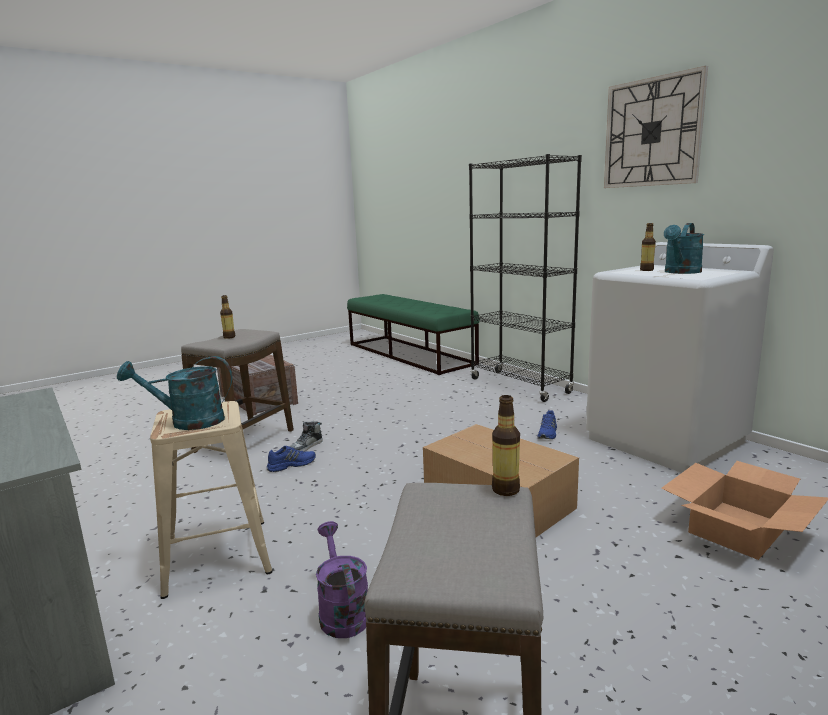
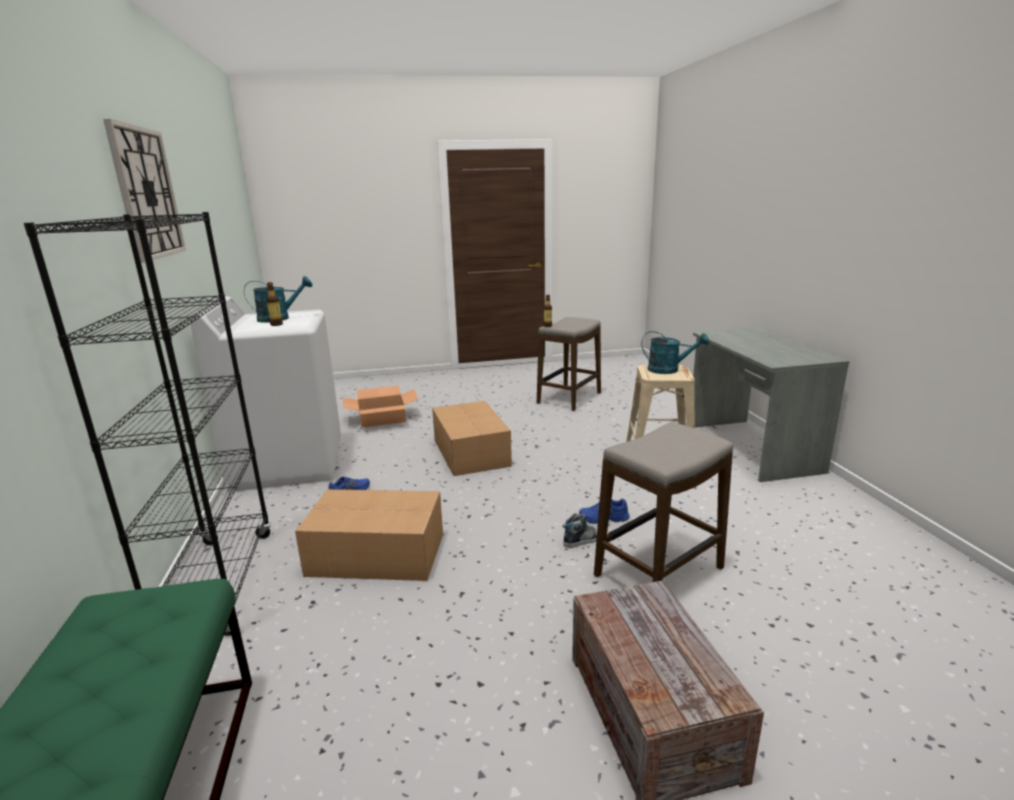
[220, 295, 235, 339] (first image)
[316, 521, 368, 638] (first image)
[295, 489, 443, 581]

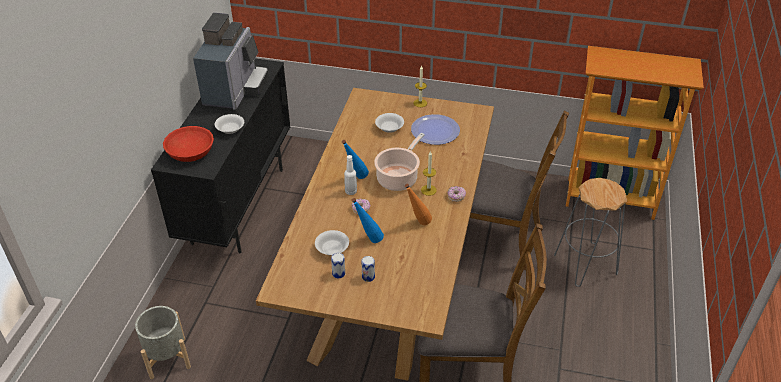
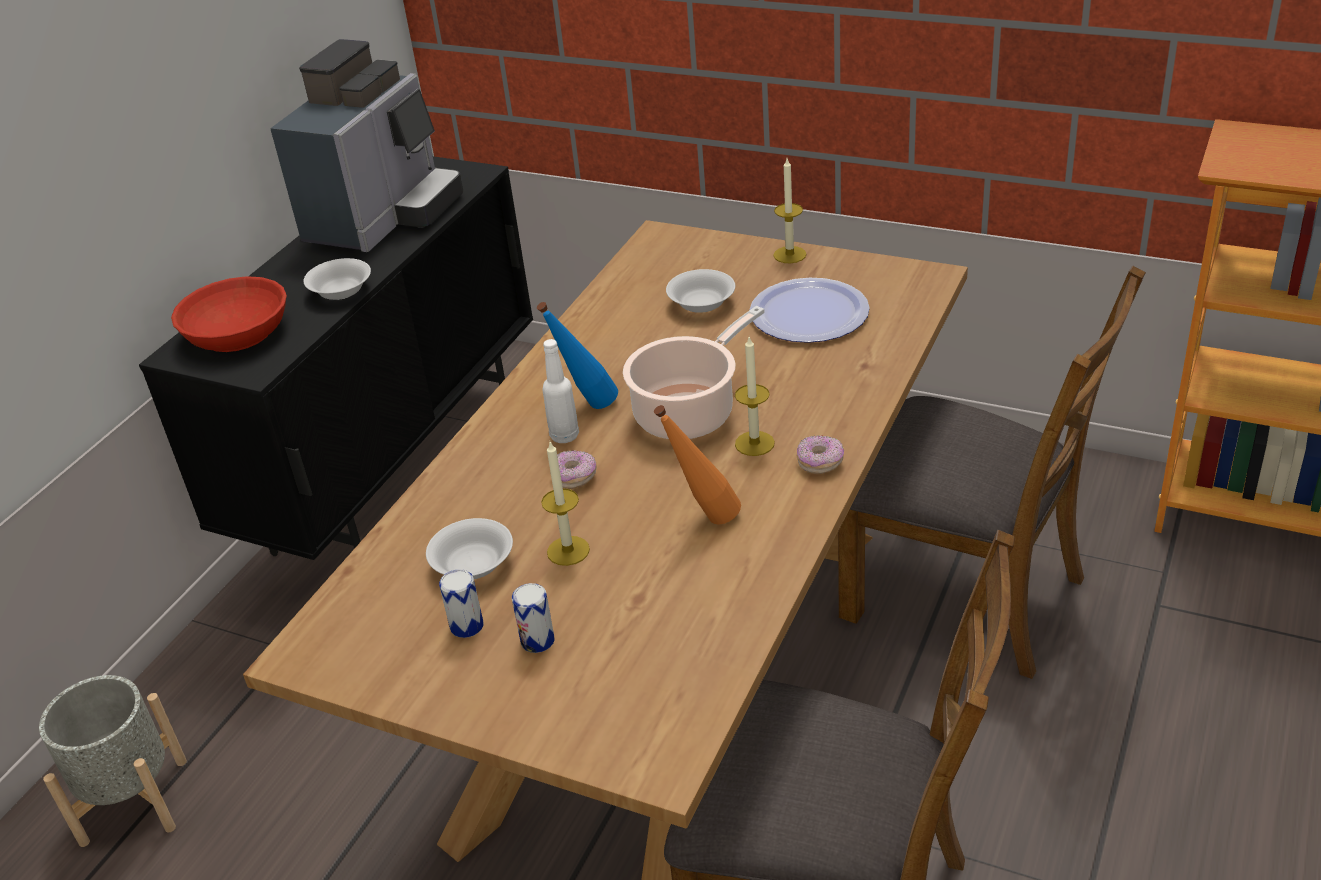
[554, 178, 627, 287] (first image)
[541, 442, 590, 566]

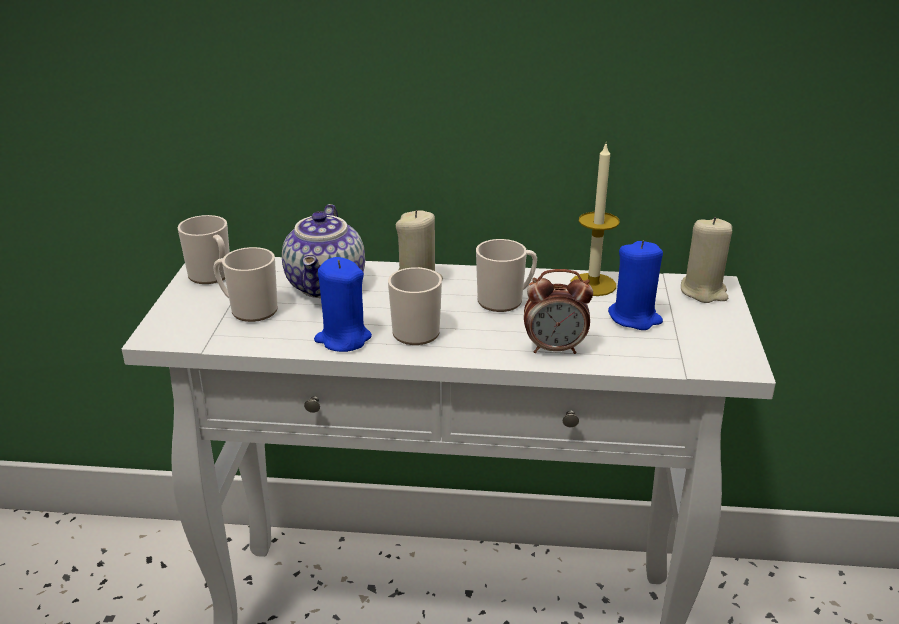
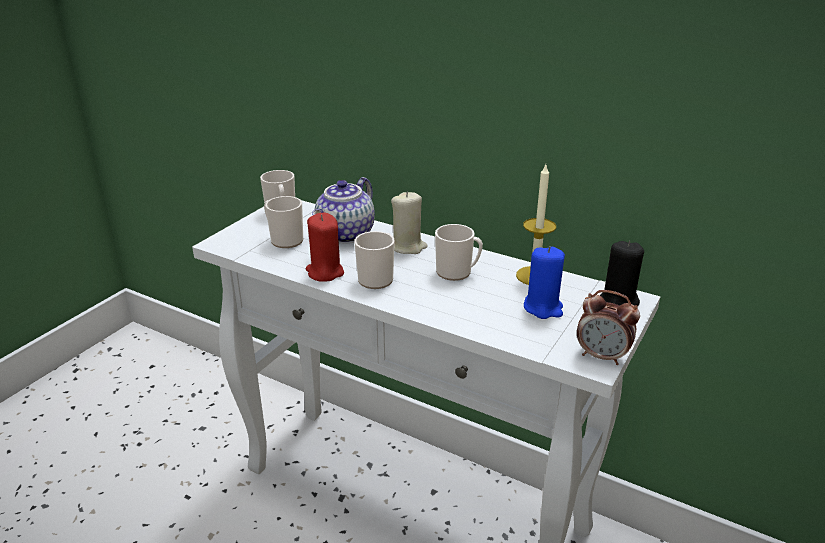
[600, 241, 644, 306]
[306, 213, 344, 282]
[577, 290, 640, 365]

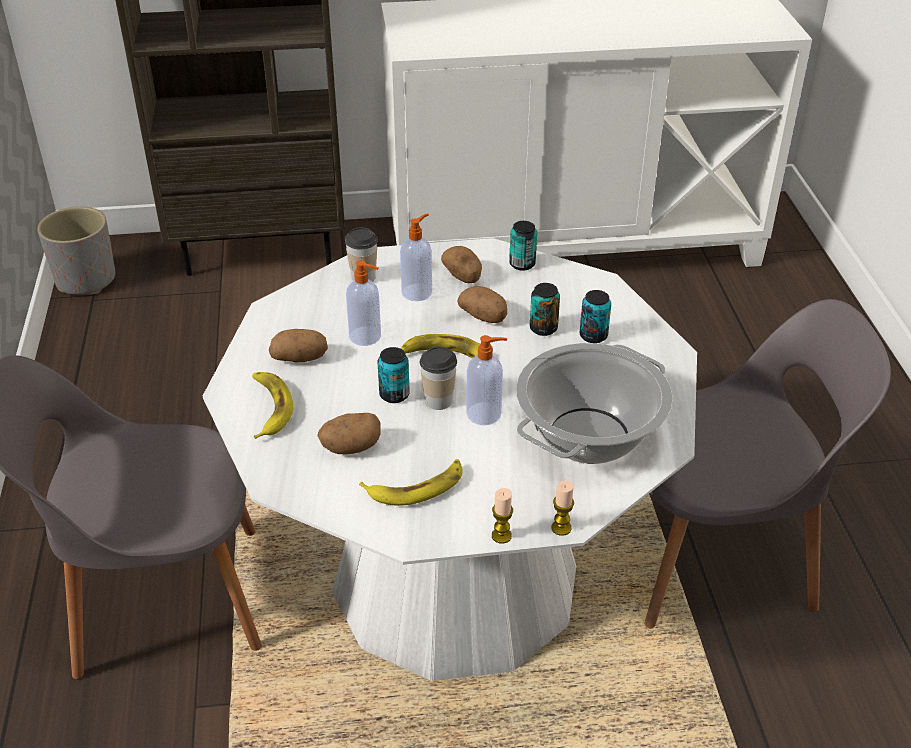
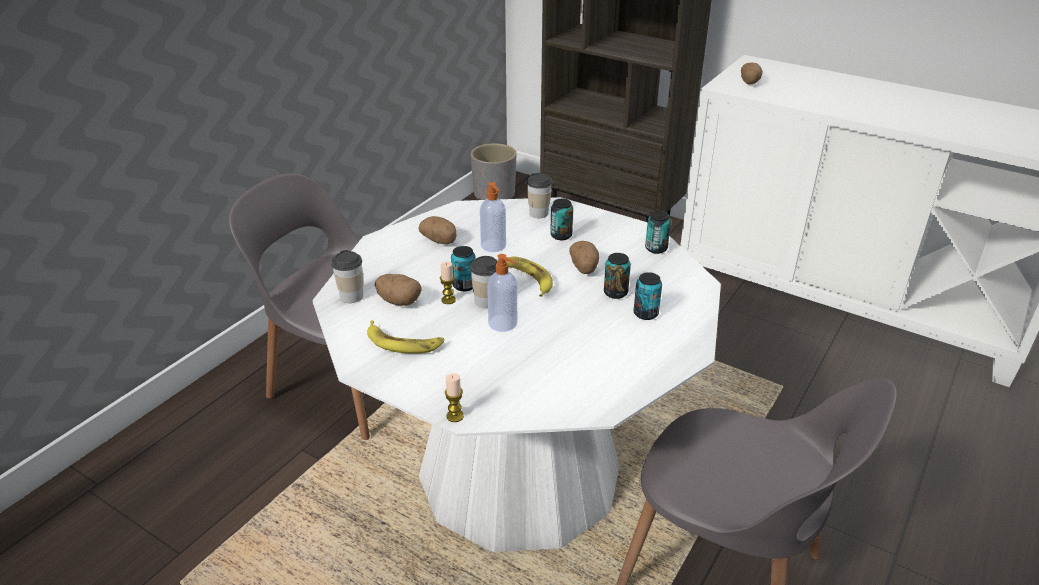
[550, 199, 573, 240]
[741, 62, 763, 85]
[516, 343, 673, 464] (first image)
[252, 372, 293, 439] (first image)
[440, 262, 456, 304]
[331, 250, 363, 303]

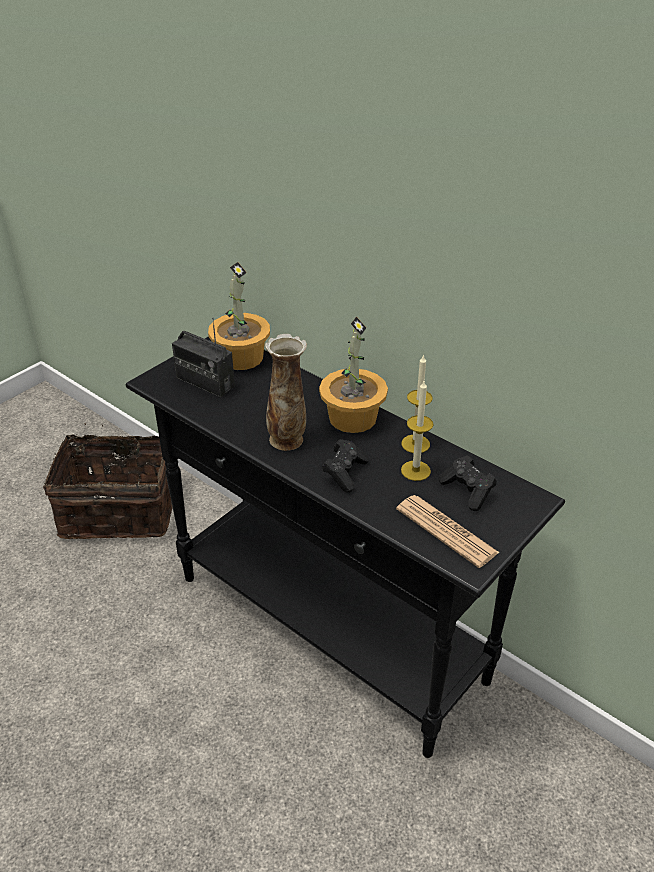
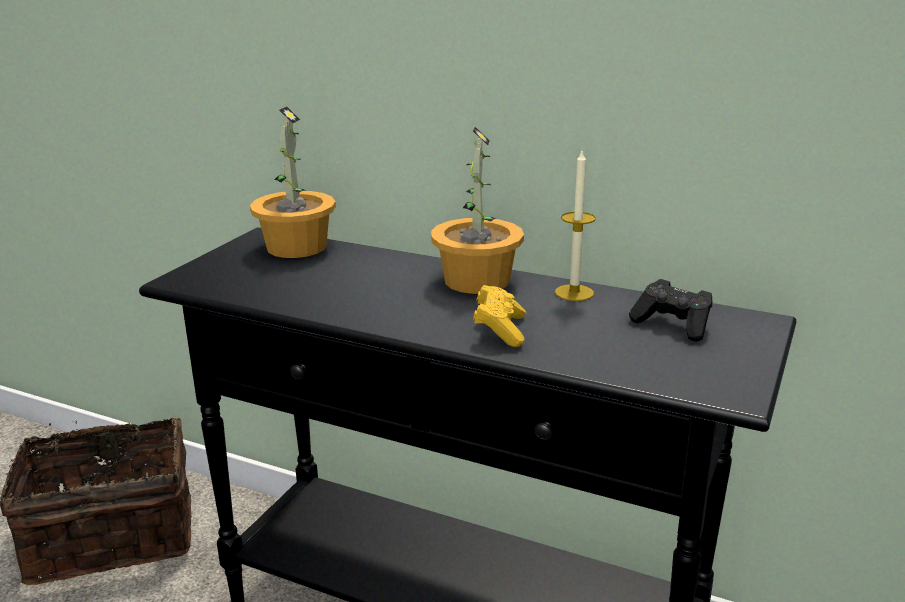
[172, 318, 235, 397] (first image)
[265, 334, 307, 451] (first image)
[401, 381, 433, 481] (first image)
[473, 285, 526, 347]
[396, 495, 500, 568] (first image)

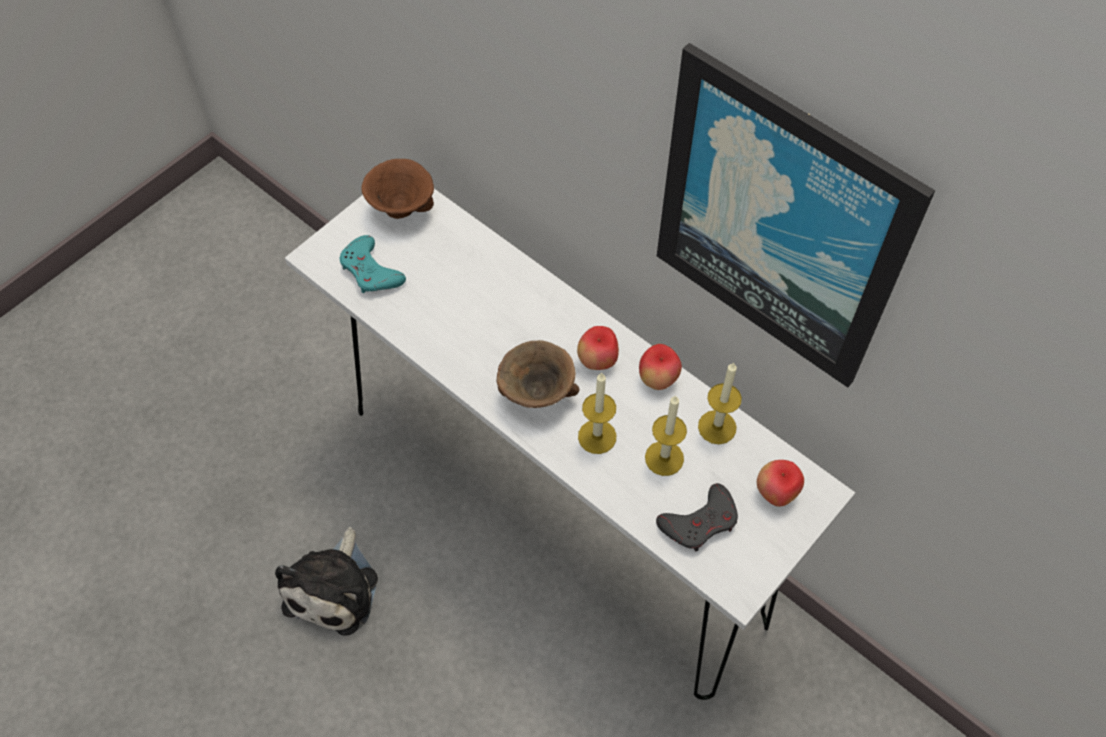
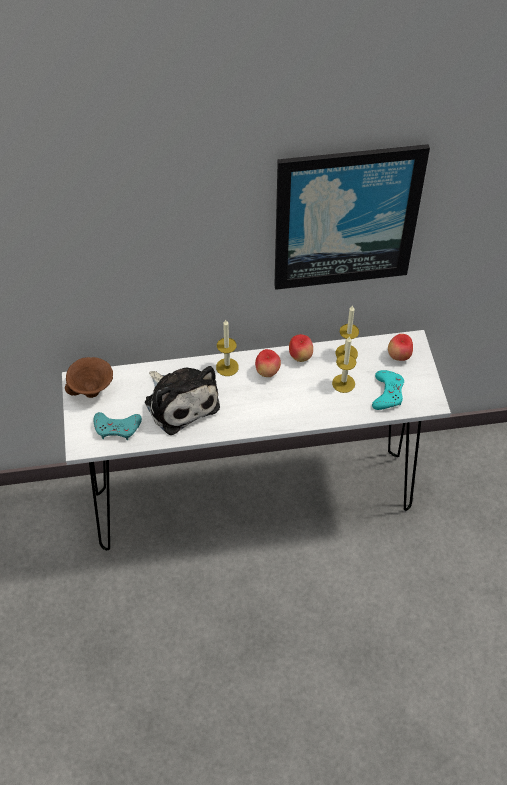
[497, 340, 580, 408] (first image)
[216, 320, 239, 376]
[372, 370, 404, 410]
[145, 366, 220, 435]

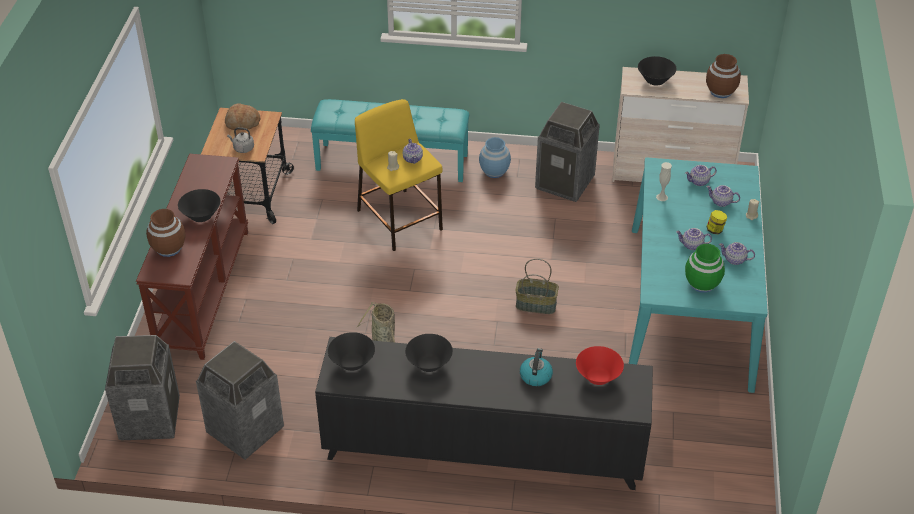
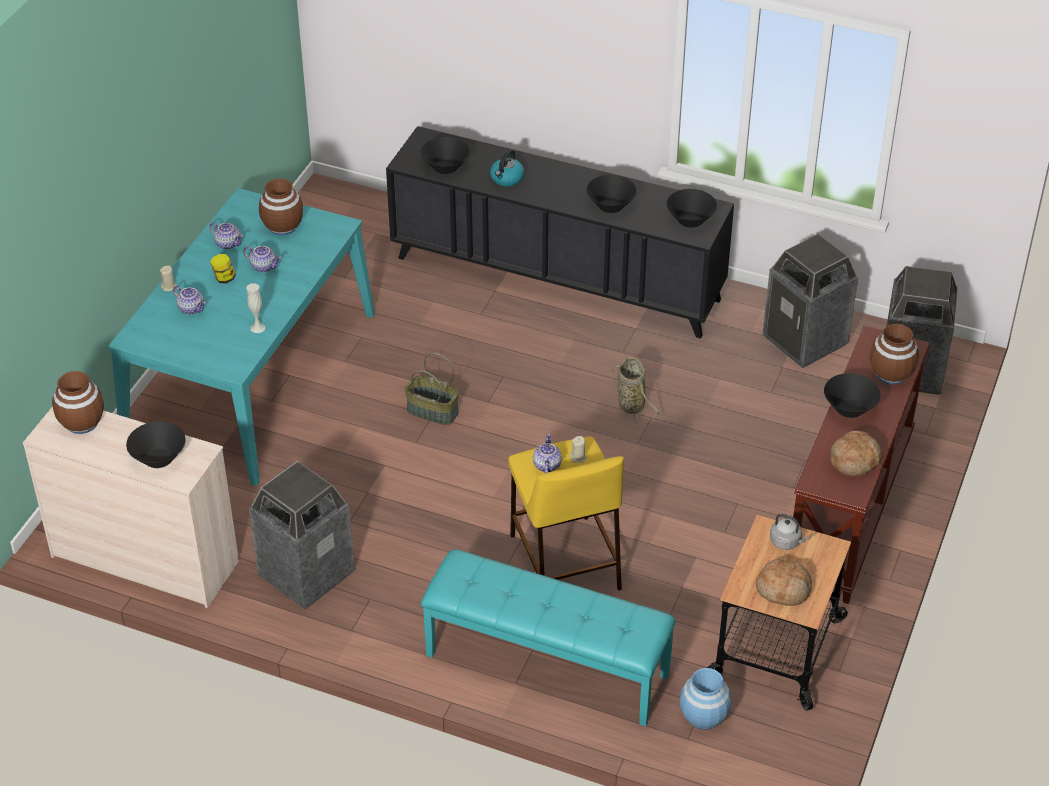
[680, 668, 731, 730]
[685, 165, 717, 186] (first image)
[259, 178, 303, 235]
[421, 137, 470, 174]
[831, 431, 882, 476]

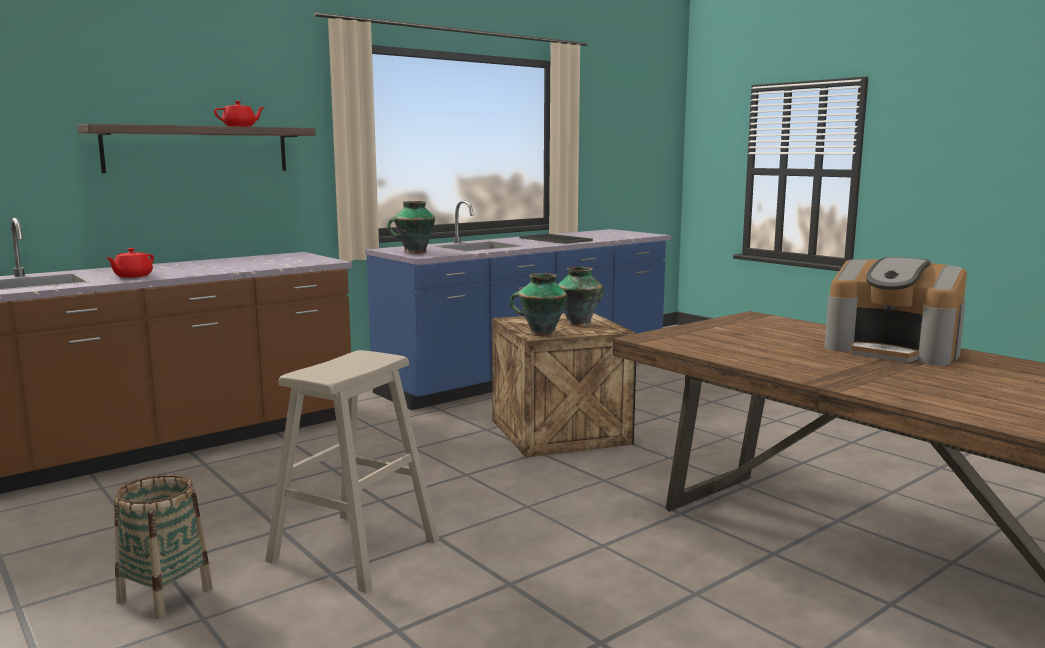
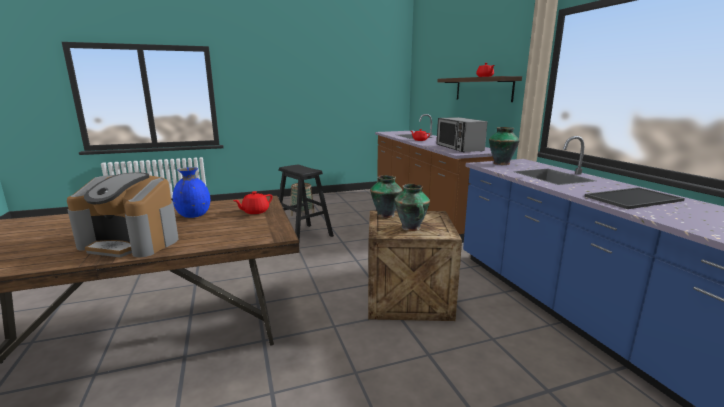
[67, 173, 178, 257]
[279, 165, 334, 240]
[437, 117, 487, 152]
[173, 167, 210, 218]
[233, 191, 273, 214]

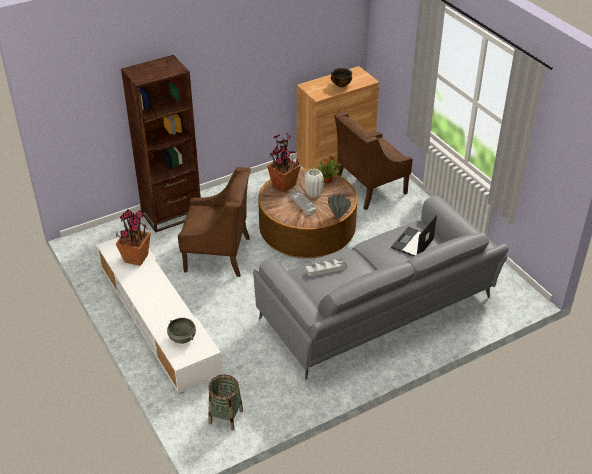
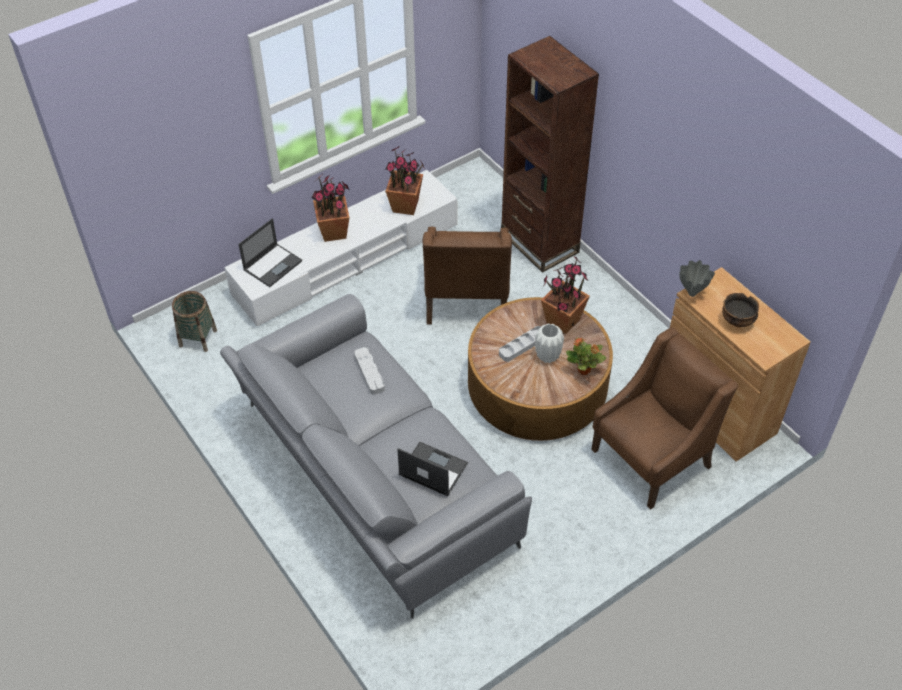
[591, 327, 738, 509]
[679, 260, 715, 297]
[238, 218, 302, 287]
[312, 175, 350, 242]

